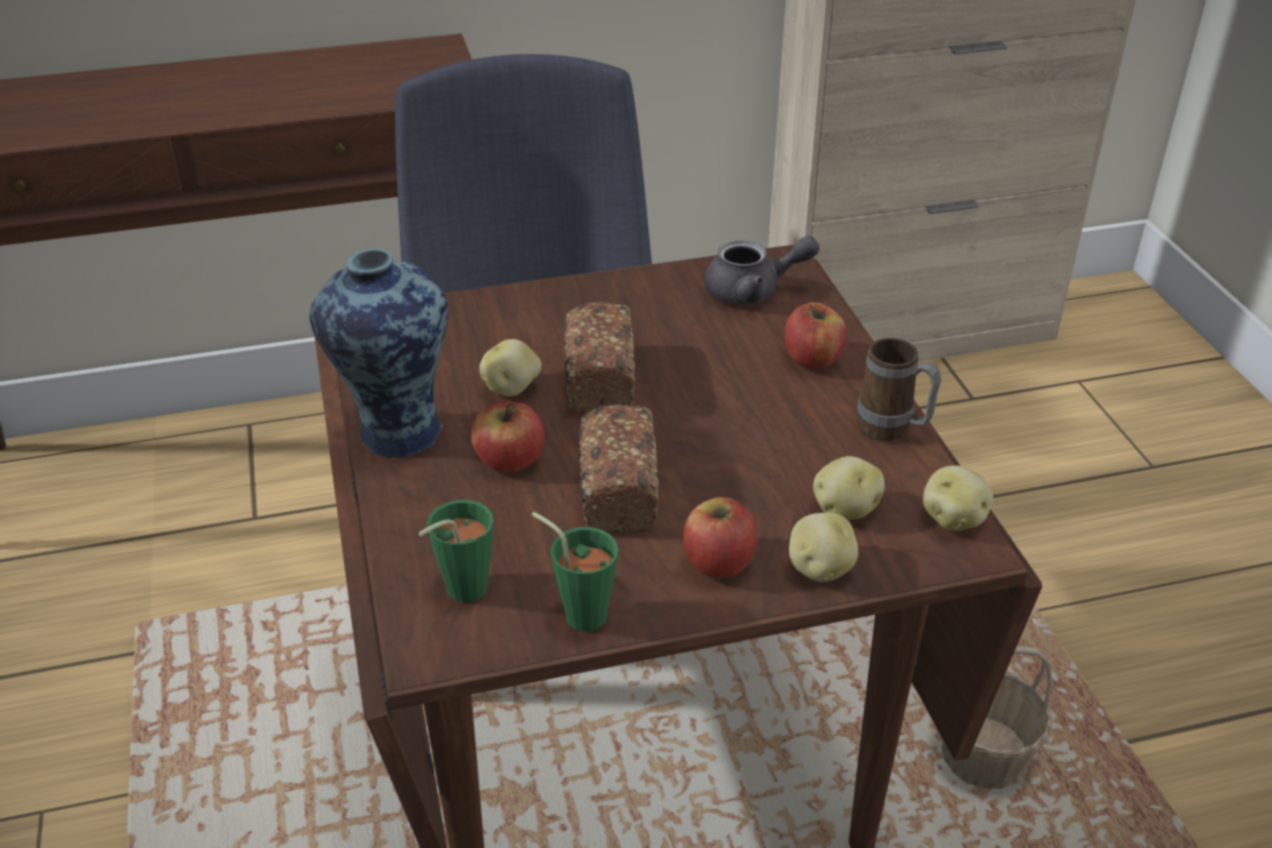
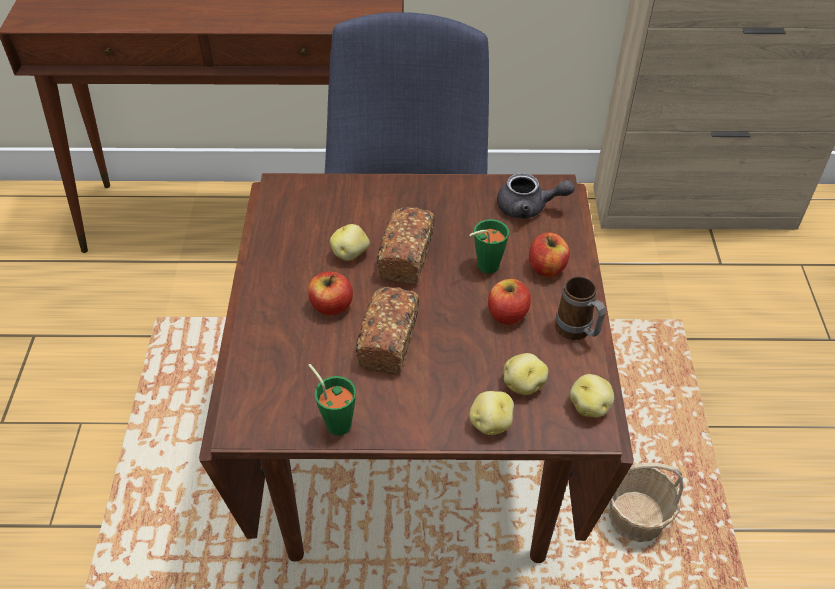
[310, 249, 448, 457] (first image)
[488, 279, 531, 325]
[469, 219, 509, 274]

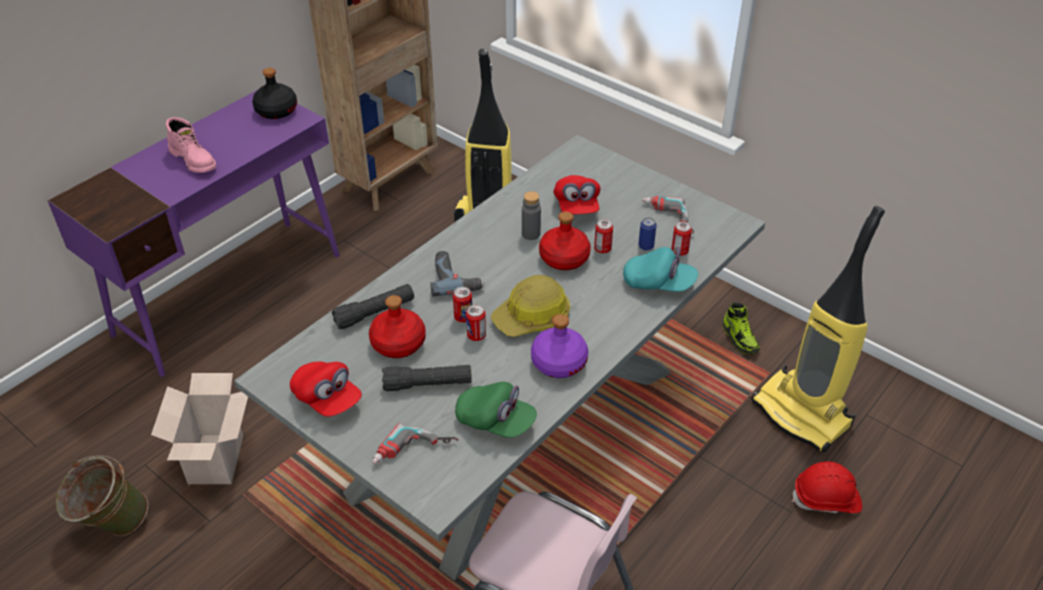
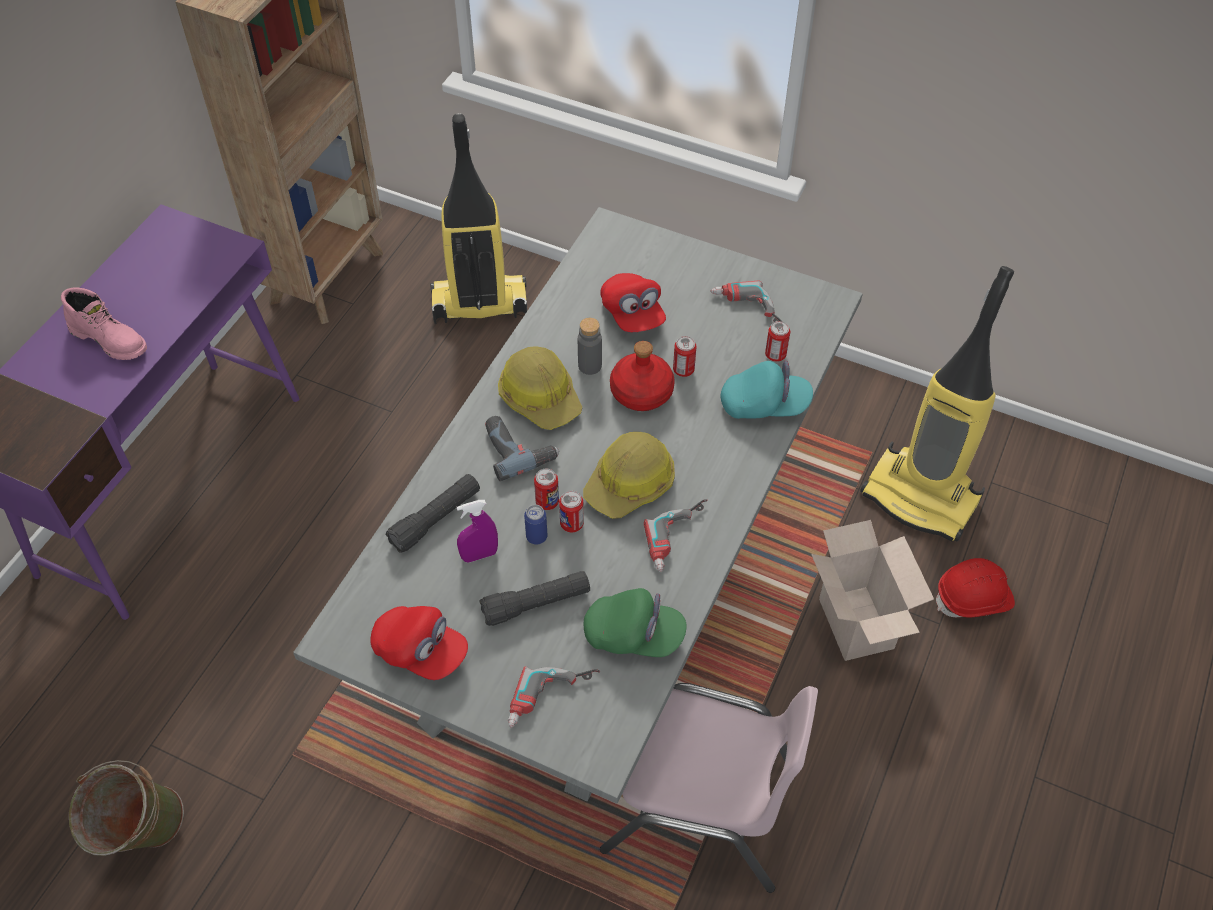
[252, 68, 297, 119] (first image)
[524, 505, 547, 544]
[457, 500, 498, 562]
[722, 303, 760, 354] (first image)
[644, 499, 708, 572]
[811, 520, 934, 661]
[498, 346, 582, 430]

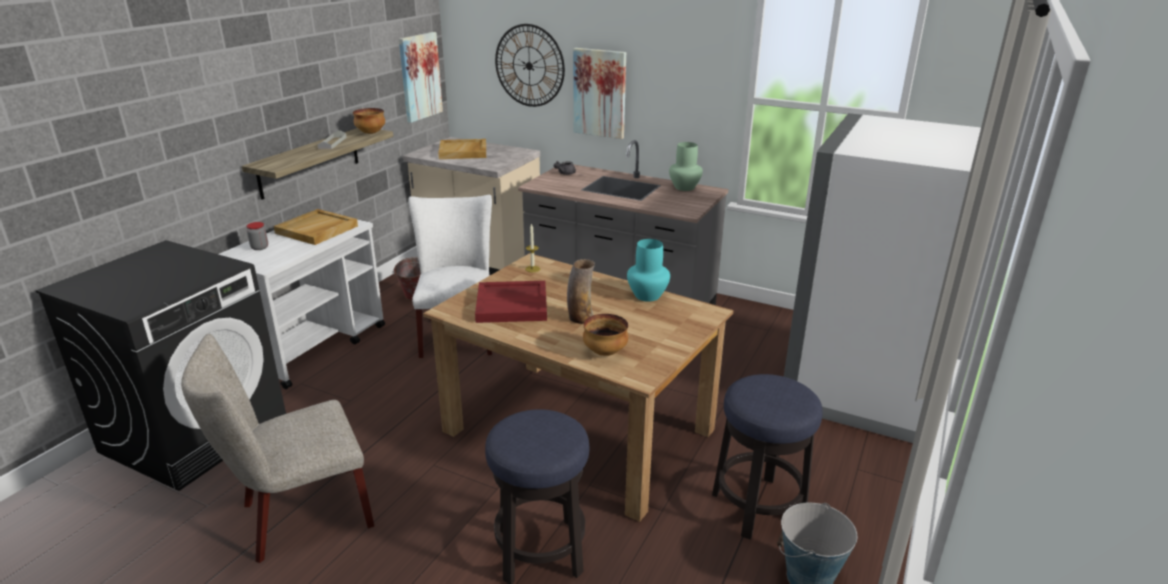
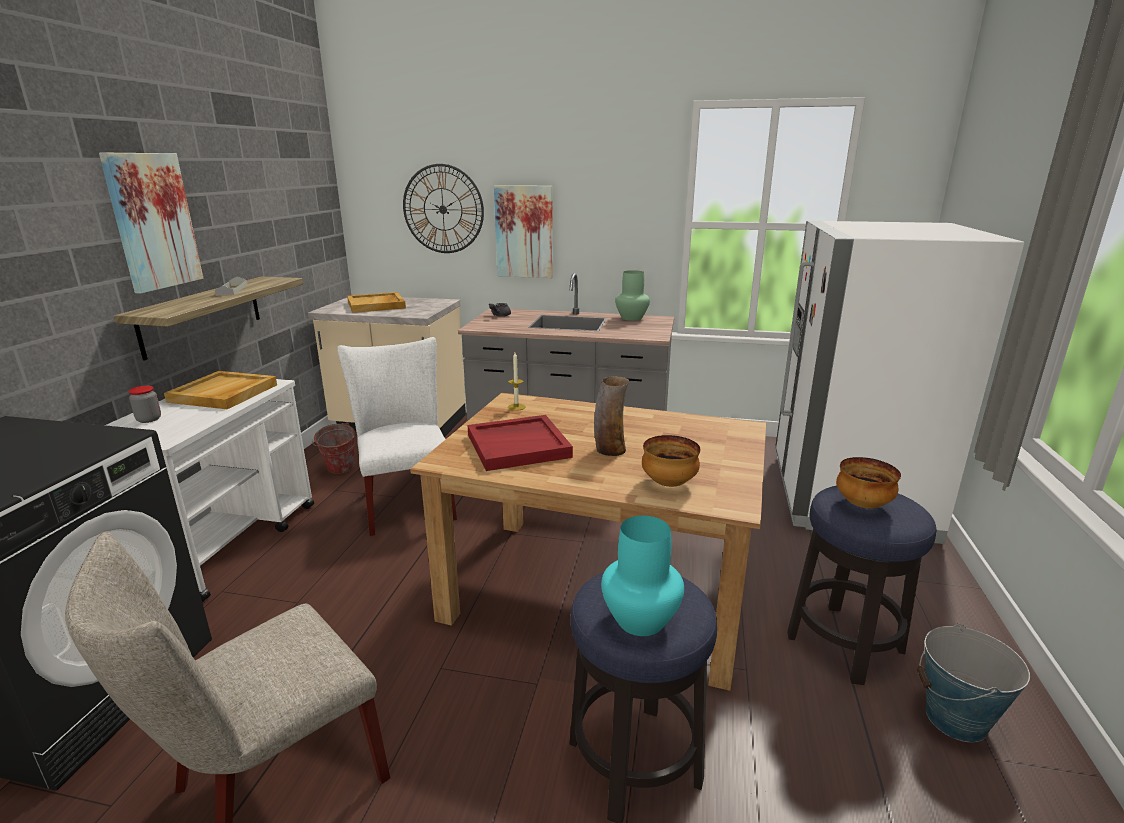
[99, 153, 203, 294]
[836, 457, 901, 509]
[601, 516, 684, 636]

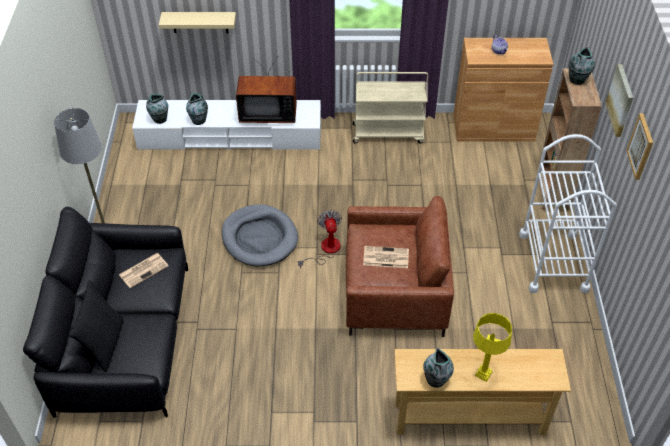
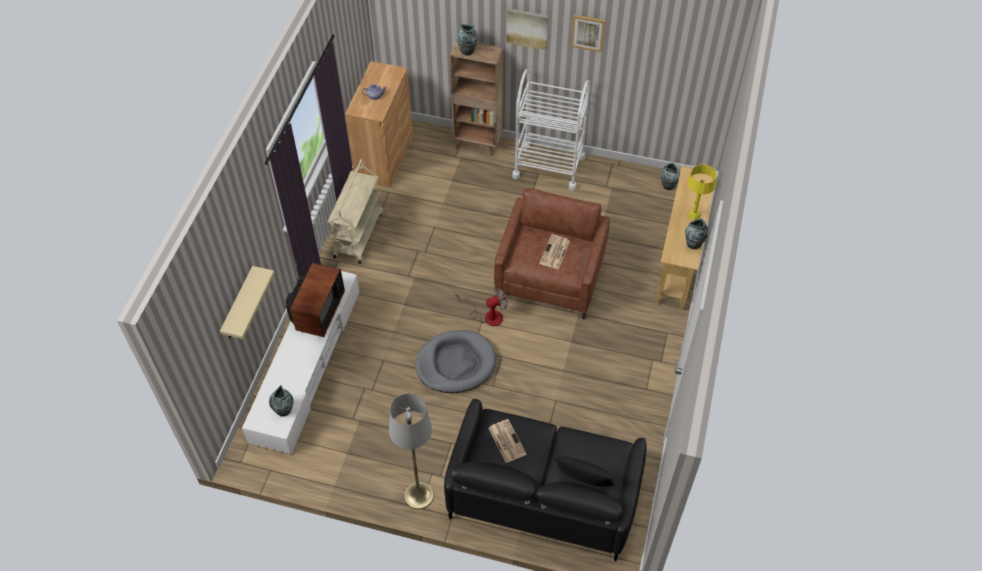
[660, 163, 680, 190]
[454, 288, 508, 326]

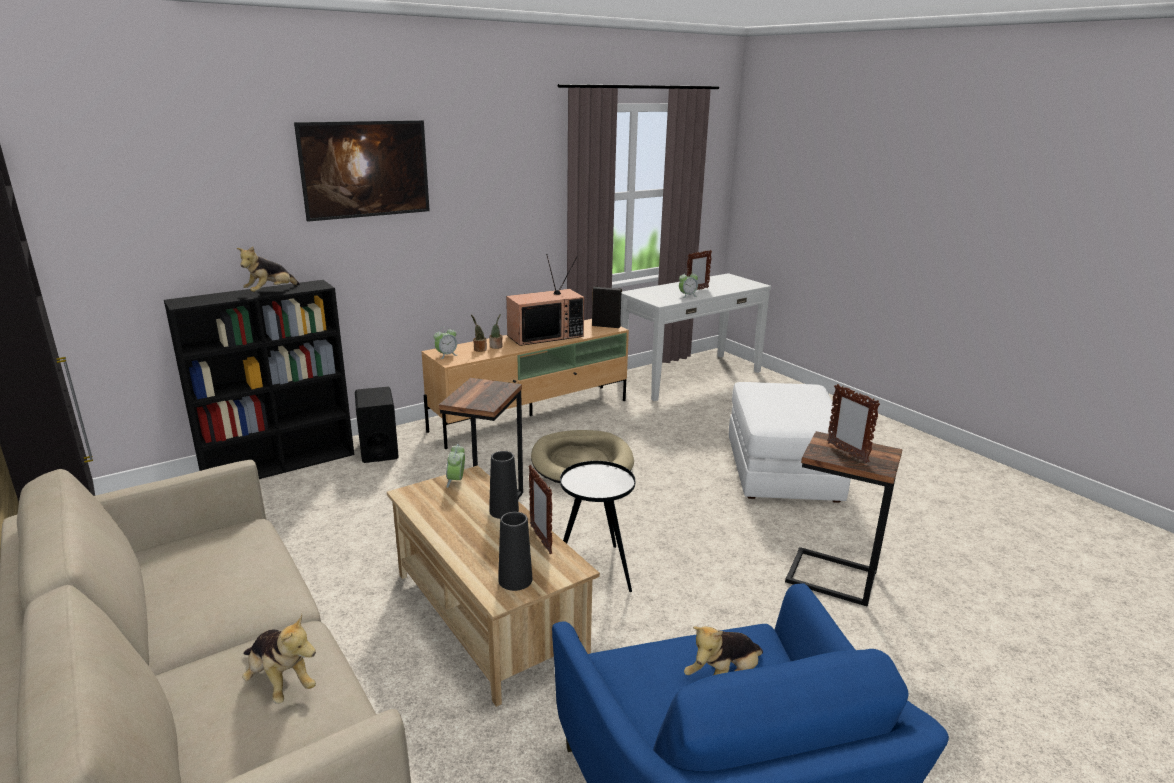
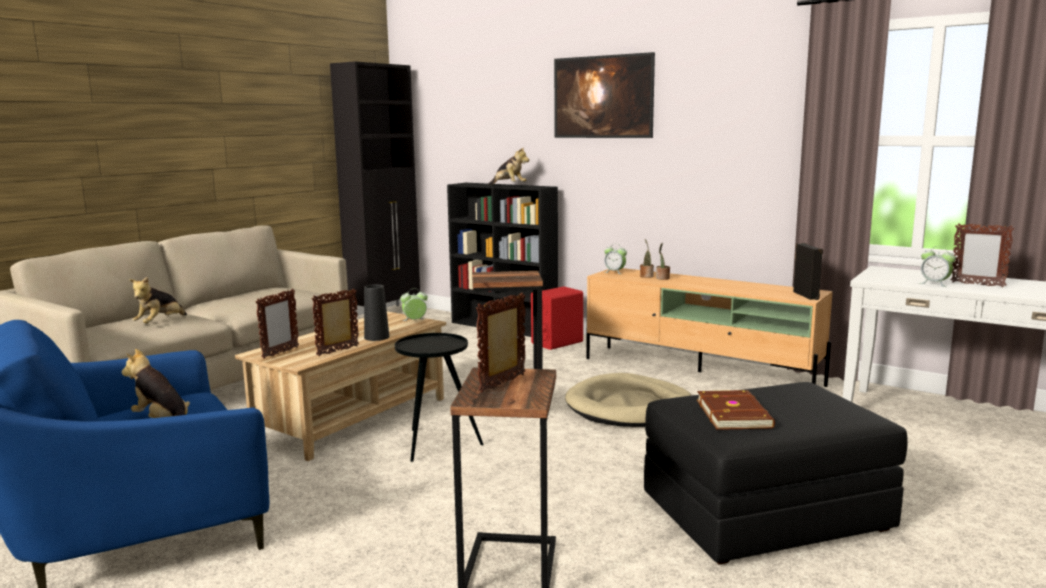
[488, 148, 530, 185]
[506, 254, 584, 346] (first image)
[644, 382, 908, 565]
[531, 286, 583, 350]
[256, 289, 299, 359]
[697, 390, 775, 430]

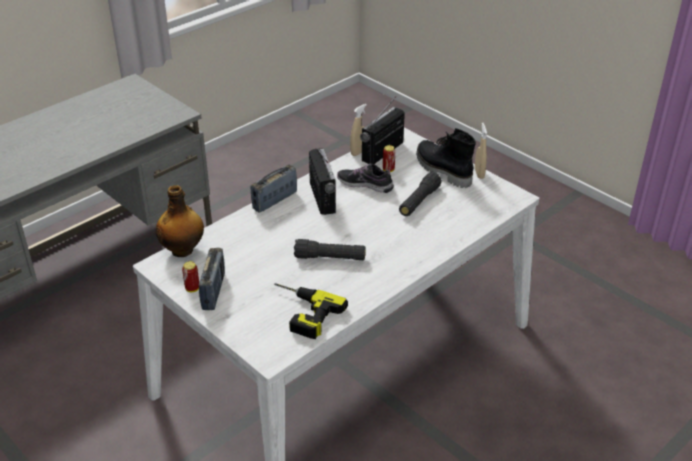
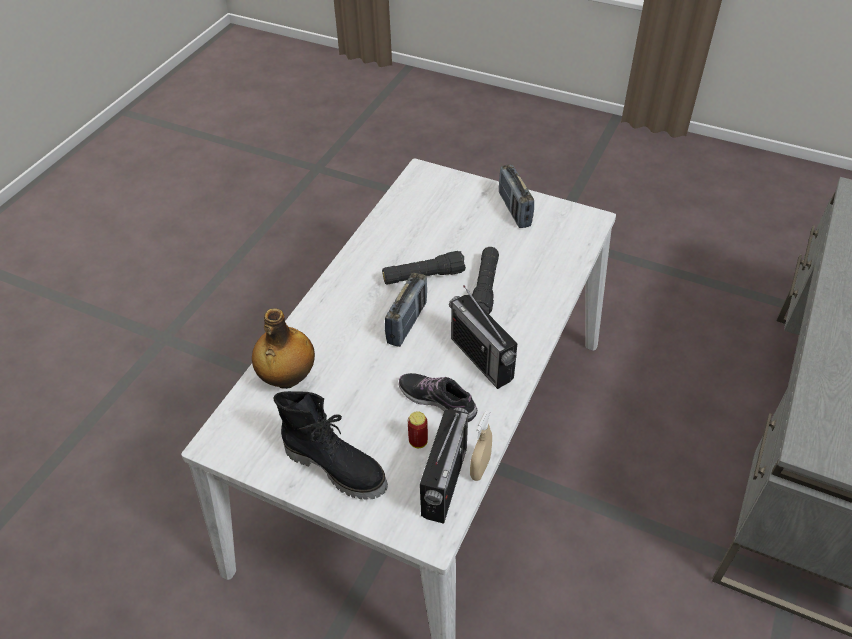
[475, 123, 487, 179] (first image)
[399, 373, 477, 422]
[385, 273, 427, 347]
[472, 247, 499, 314]
[252, 308, 315, 389]
[182, 261, 199, 292] (first image)
[274, 283, 348, 339] (first image)

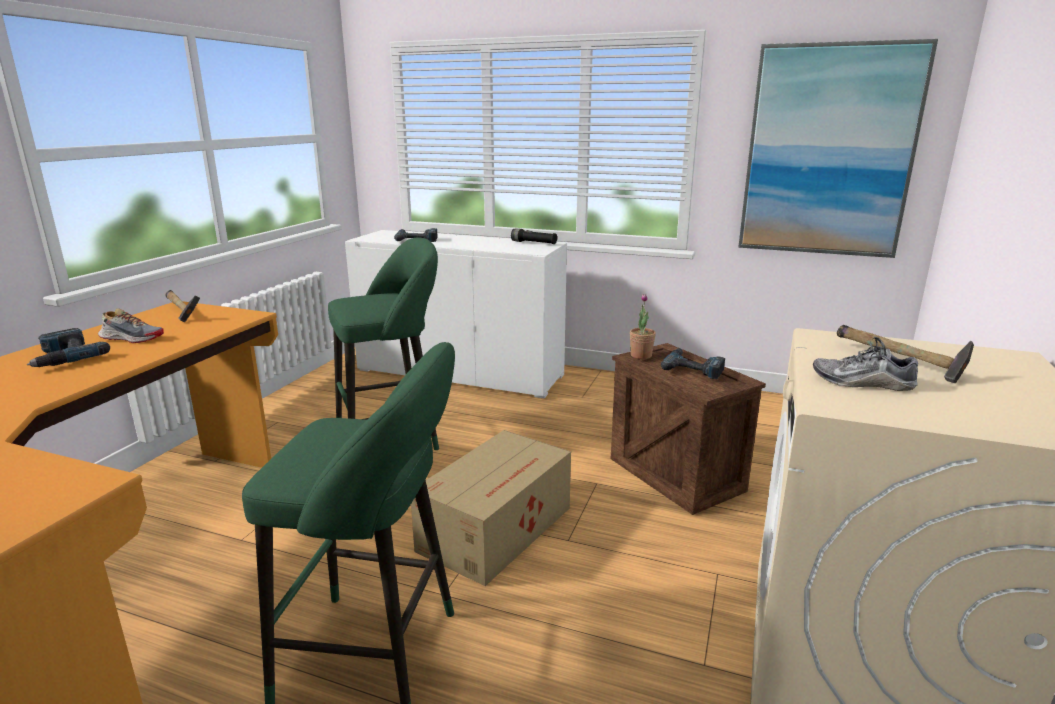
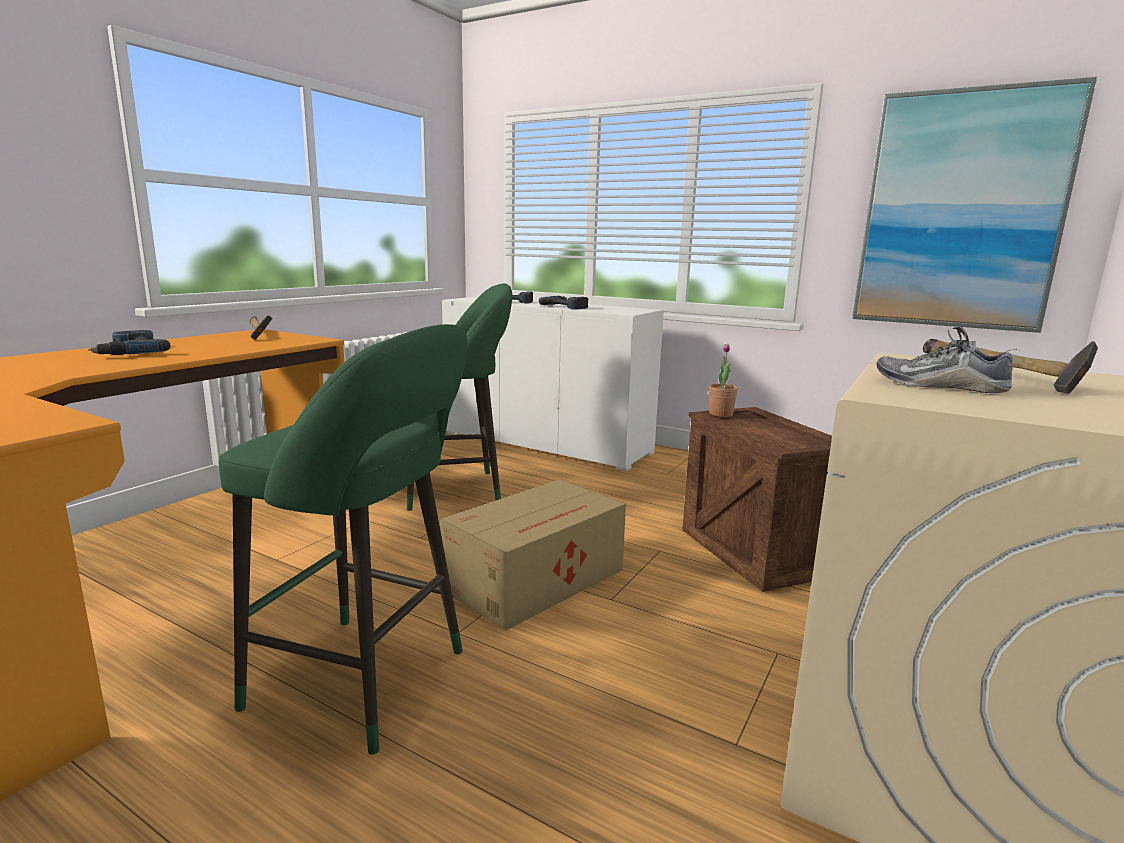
[511, 228, 557, 244] (first image)
[98, 308, 164, 343] (first image)
[539, 296, 589, 310]

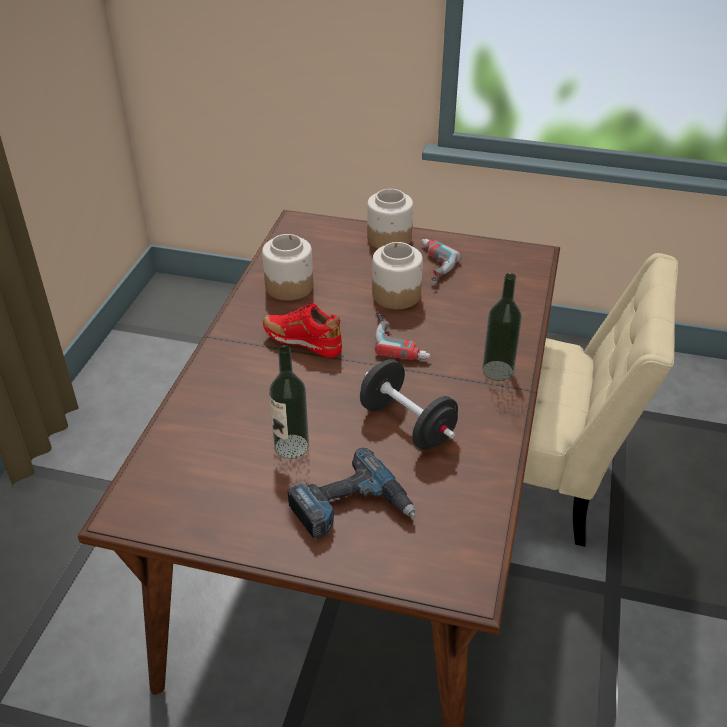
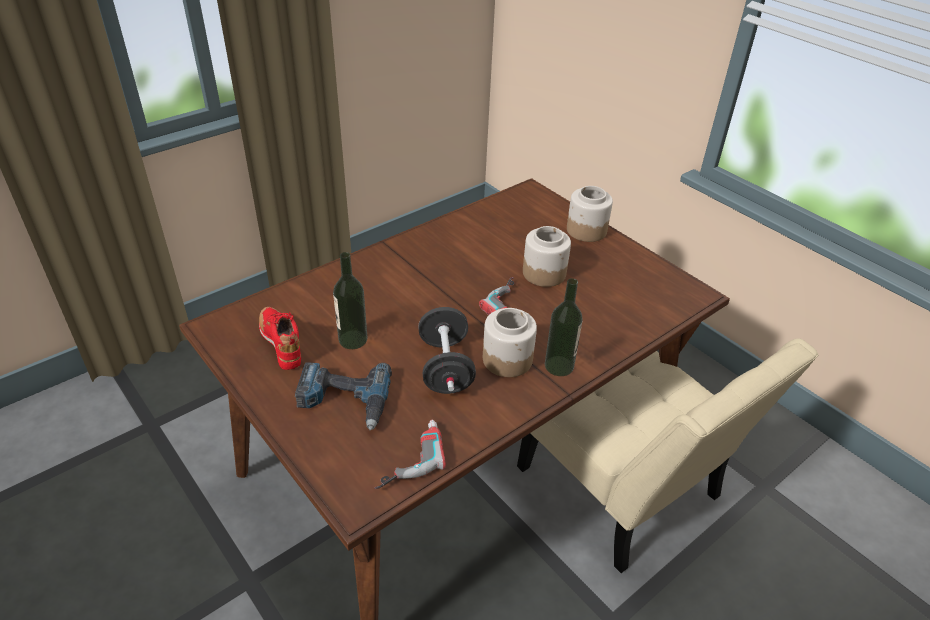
[483, 308, 537, 377]
[375, 420, 446, 489]
[259, 307, 301, 370]

